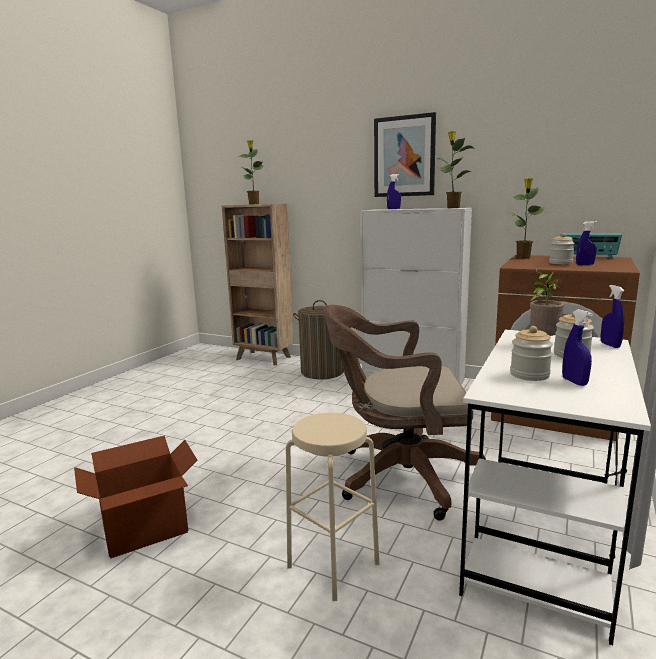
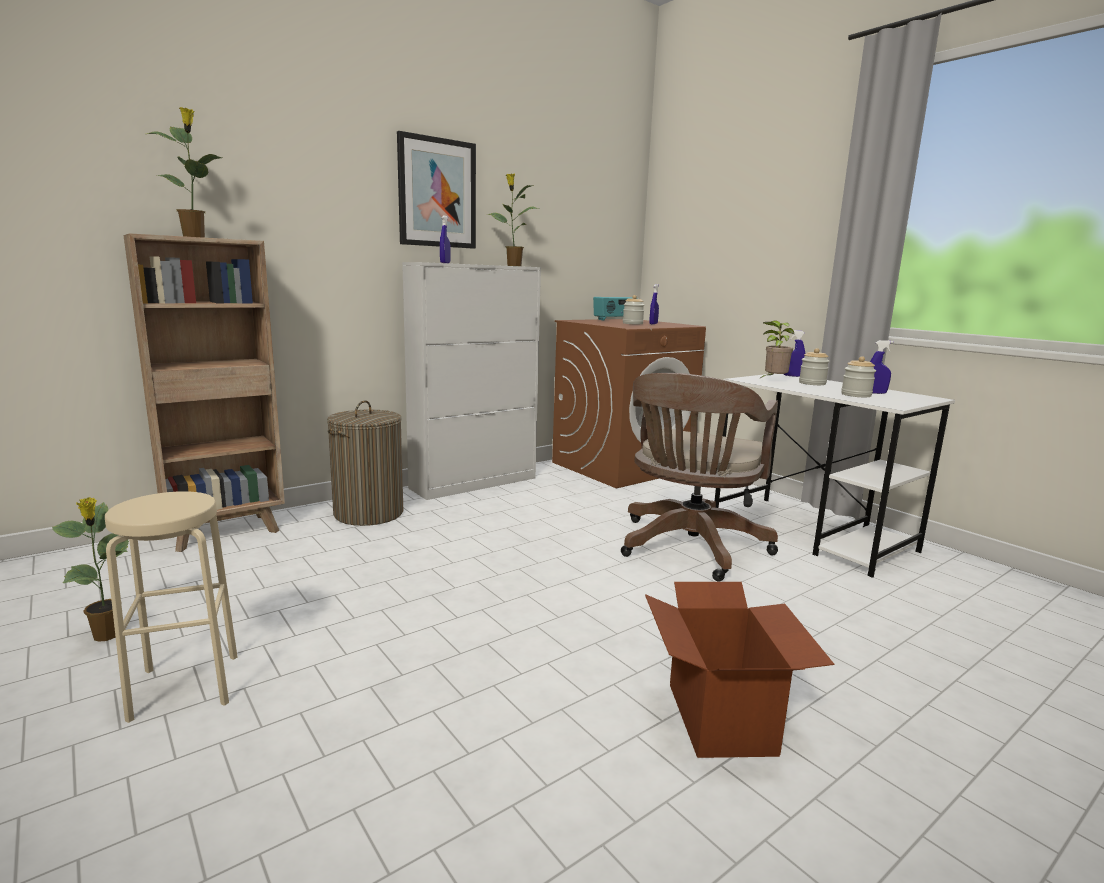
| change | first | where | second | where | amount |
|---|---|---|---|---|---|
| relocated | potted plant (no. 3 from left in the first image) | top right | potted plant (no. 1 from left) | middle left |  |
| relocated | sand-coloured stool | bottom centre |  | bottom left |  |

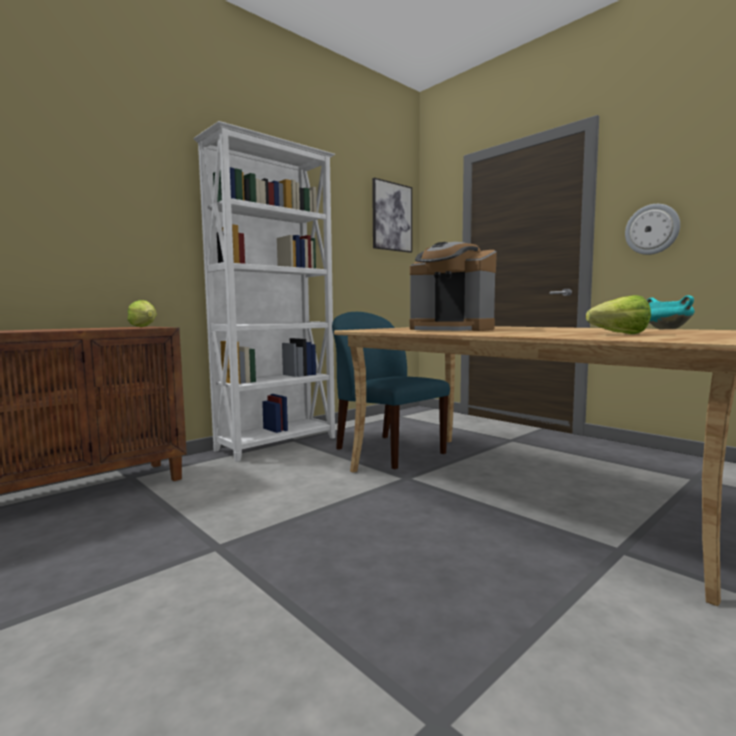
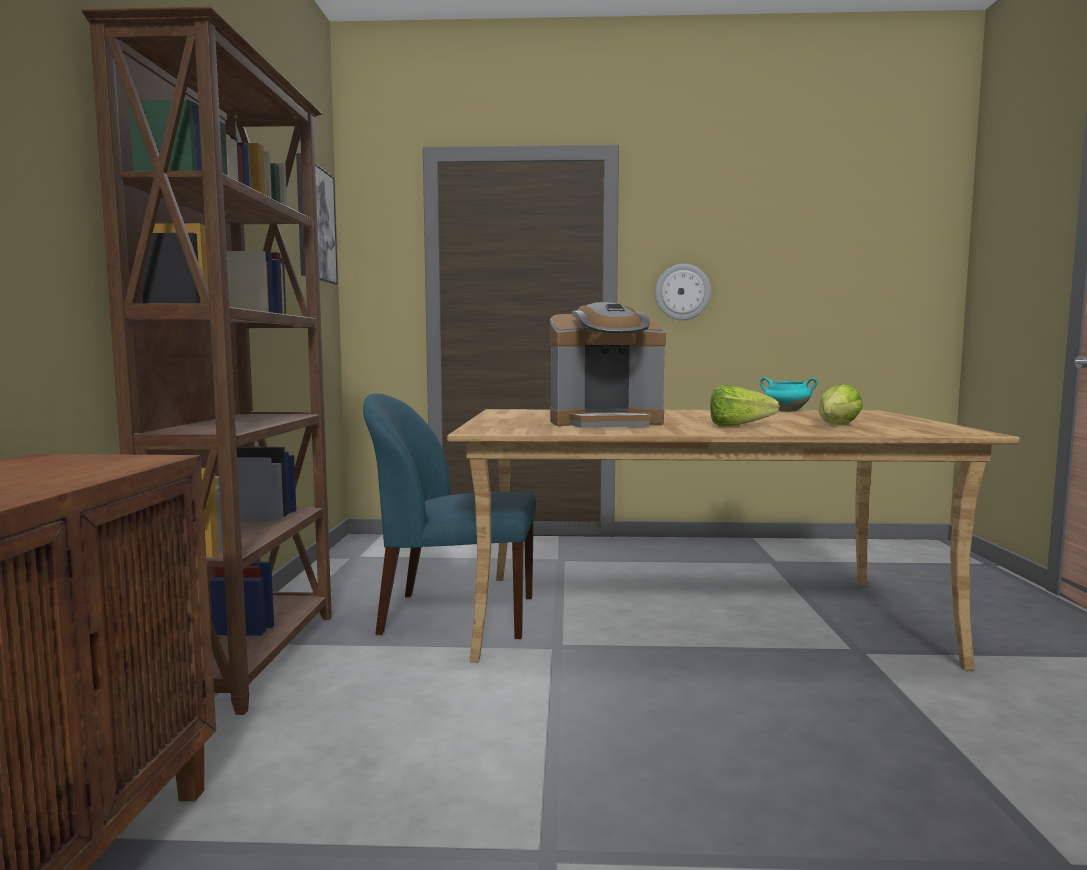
| change | first | where | second | where | amount |
|---|---|---|---|---|---|
| colour | white shelving unit | centre | brown shelving unit | middle left |  |
| relocated | head of lettuce (no. 1 from left) | middle left |  | middle right |  |

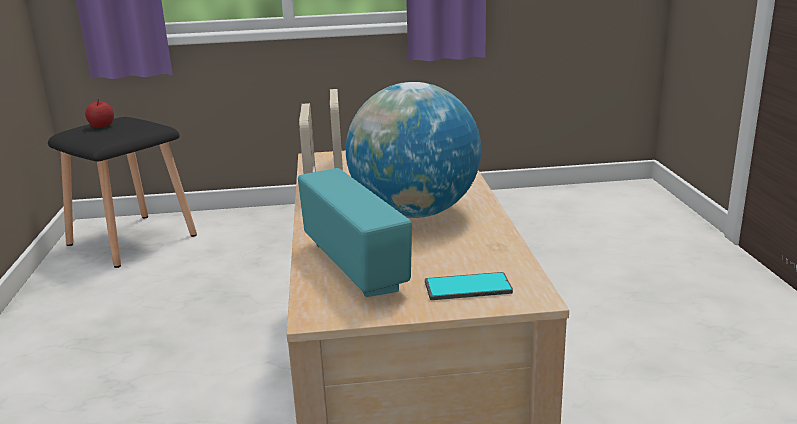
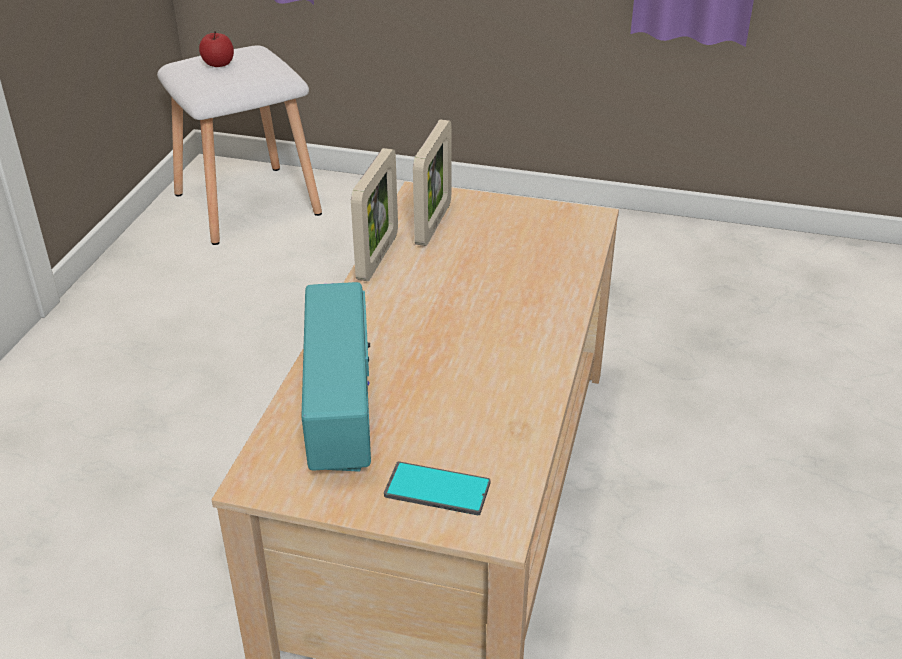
| change | first | where | second | where | amount |
|---|---|---|---|---|---|
| colour | blackish stool | middle left | white stool | top left |  |
| missing | globe | centre |  |  |  |

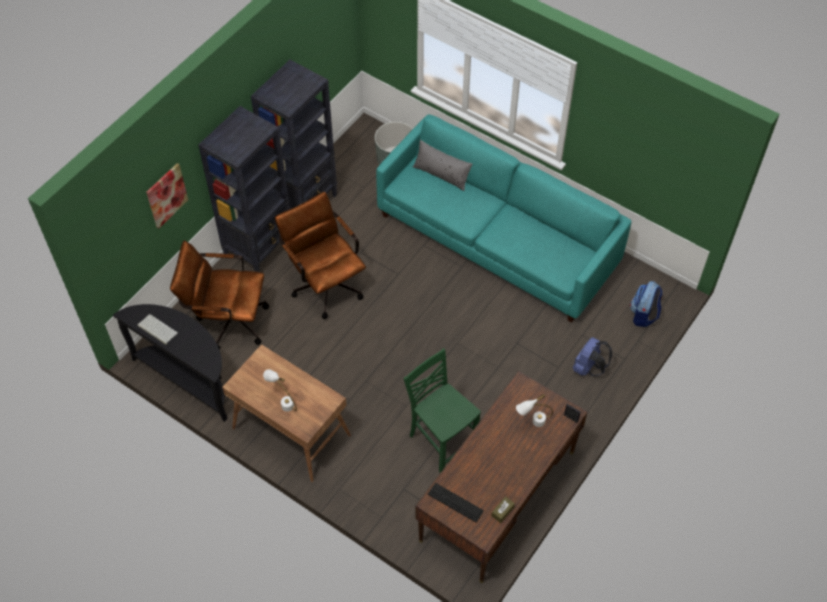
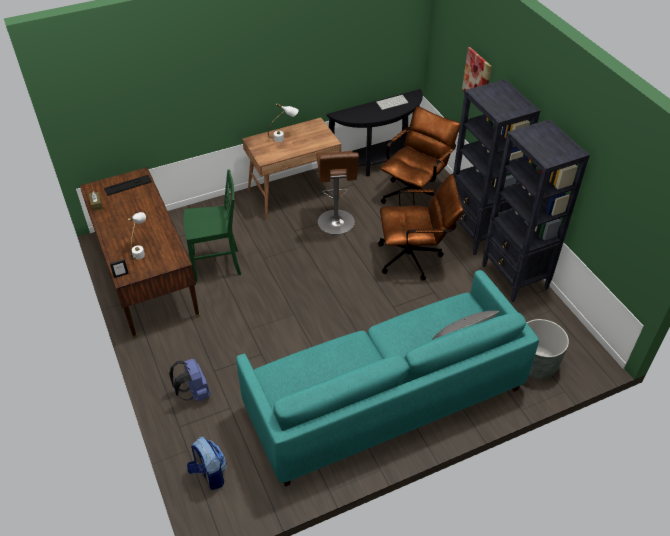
| change | first | where | second | where | amount |
|---|---|---|---|---|---|
| appeared |  |  | brown stool | centre |  |

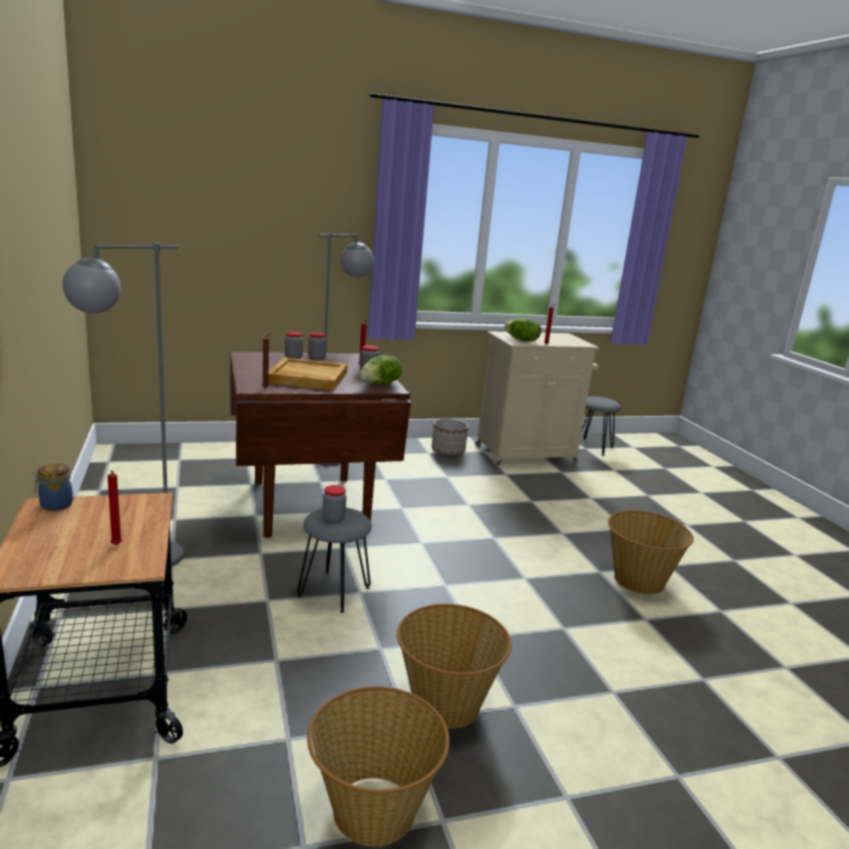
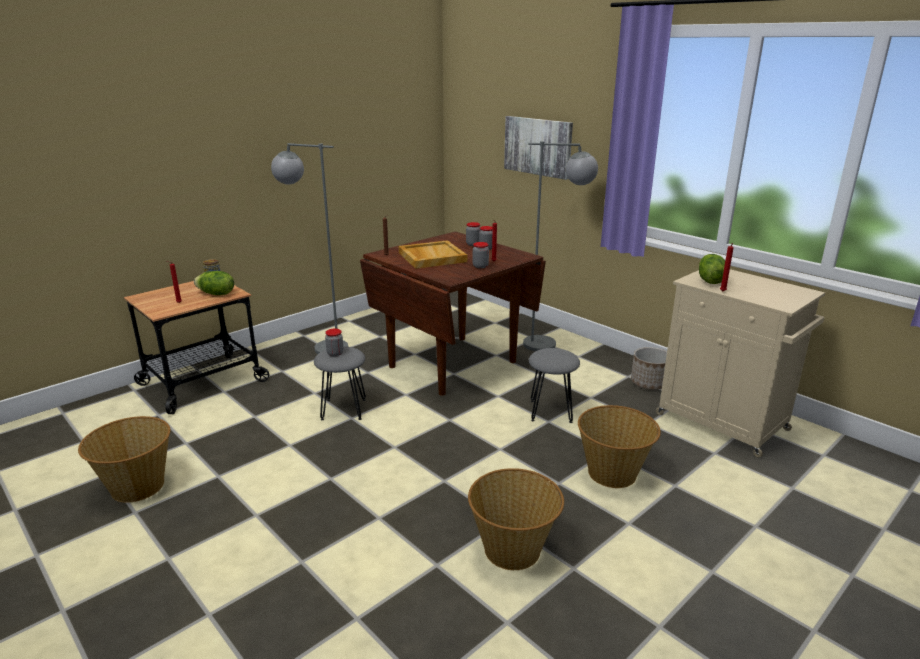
| change | first | where | second | where | amount |
|---|---|---|---|---|---|
| relocated | head of lettuce (no. 1 from left) | centre |  | middle left |  |
| appeared |  |  | wall picture | top centre |  |
| relocated | gray stool (no. 2 from left) | middle right |  | centre |  |
| relocated | storage basket (no. 2 from left in the first image) | bottom centre | storage basket (no. 3 from left) | bottom right |  |

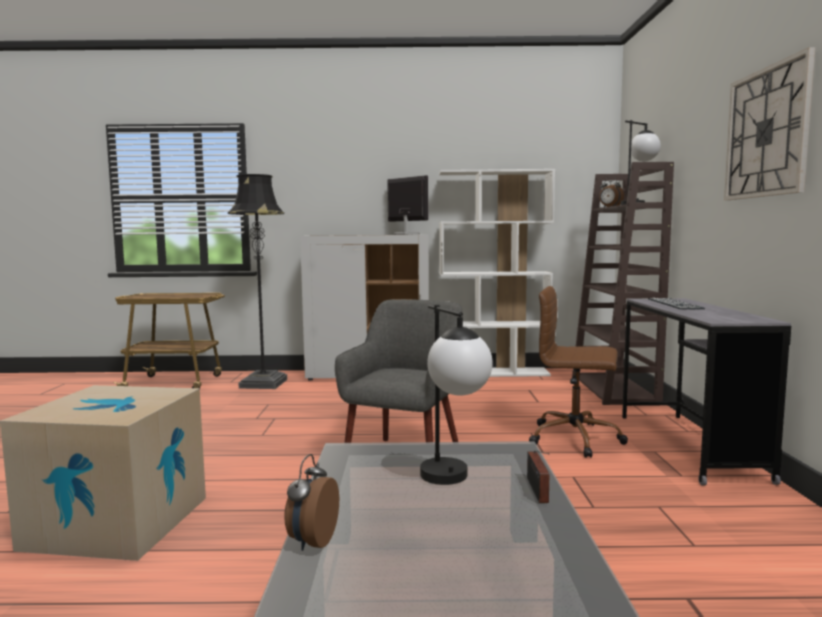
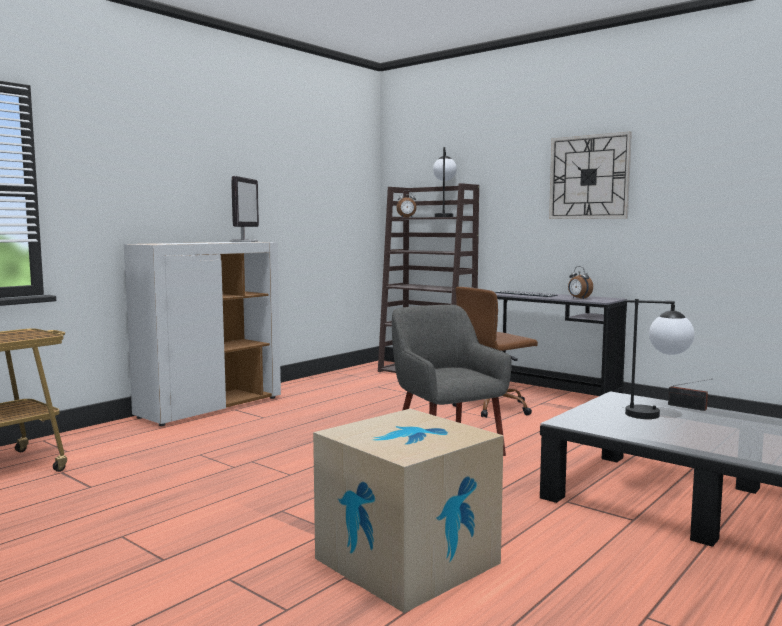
| change | first | where | second | where | amount |
|---|---|---|---|---|---|
| spun | computer display | top centre |  | middle left | 105 degrees clockwise |
| relocated | table clock (no. 1 from left in the first image) | bottom centre | table clock (no. 2 from left) | middle right |  |
| missing | blackish standing lamp | middle left |  |  |  |
| missing | white shelving unit | centre |  |  |  |

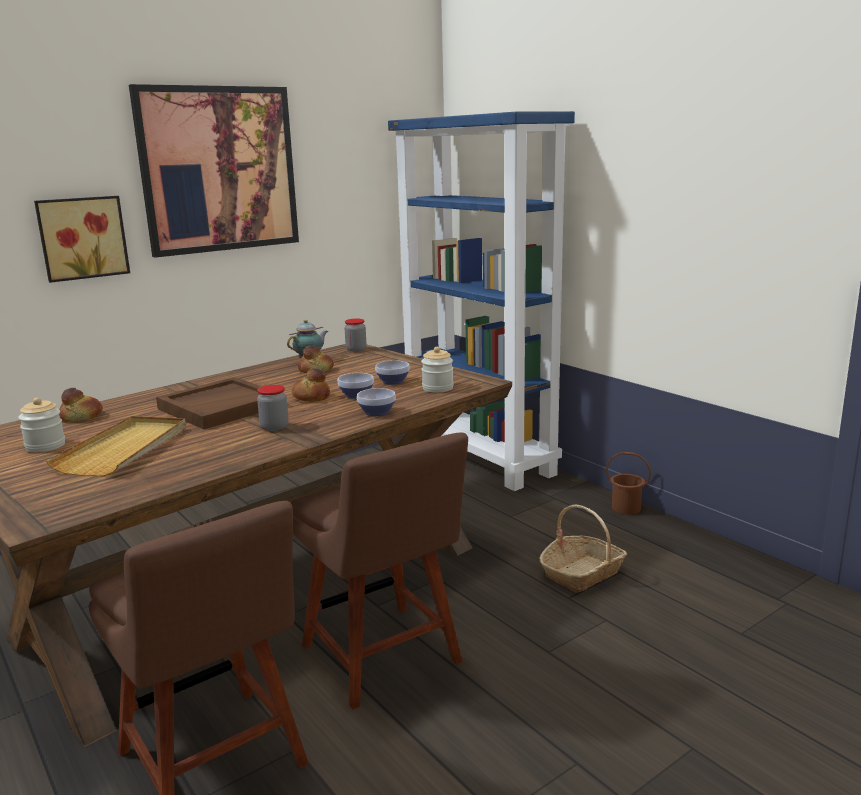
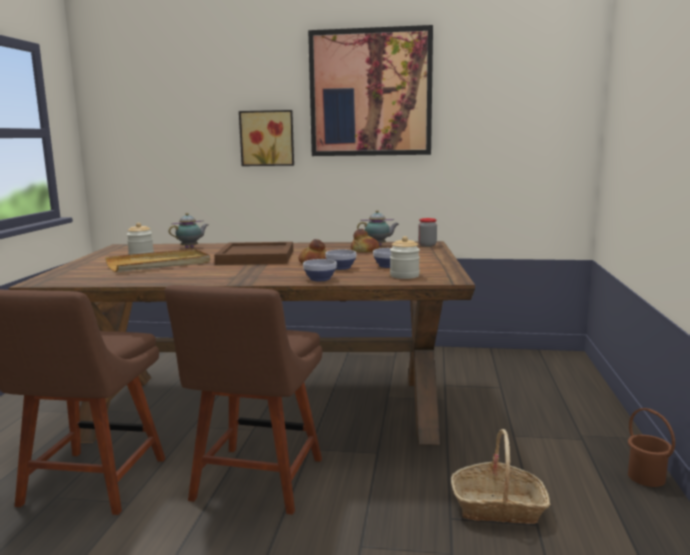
| change | first | where | second | where | amount |
|---|---|---|---|---|---|
| exchanged | bread (no. 1 from left) | middle left | tea pot (no. 1 from left) | middle left |  |
| missing | storage jar (no. 2 from left) | middle left |  |  |  |
| missing | blue shelving unit | centre |  |  |  |

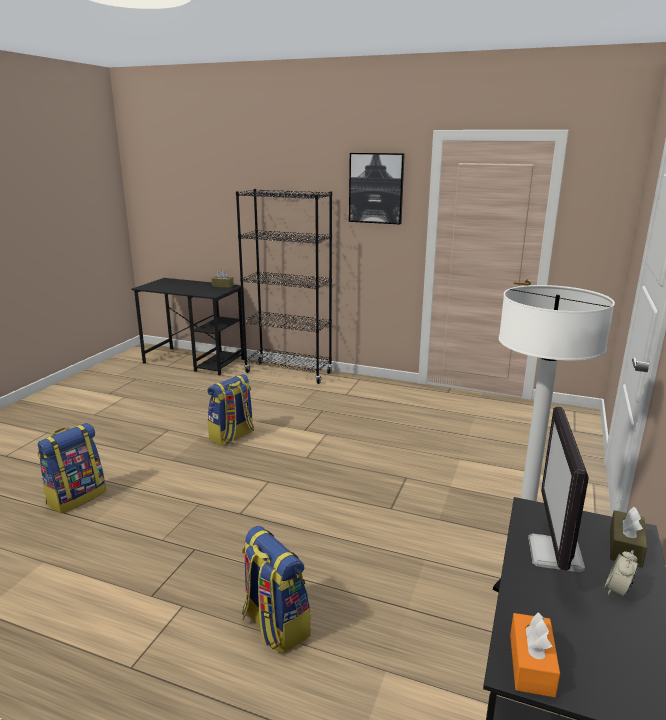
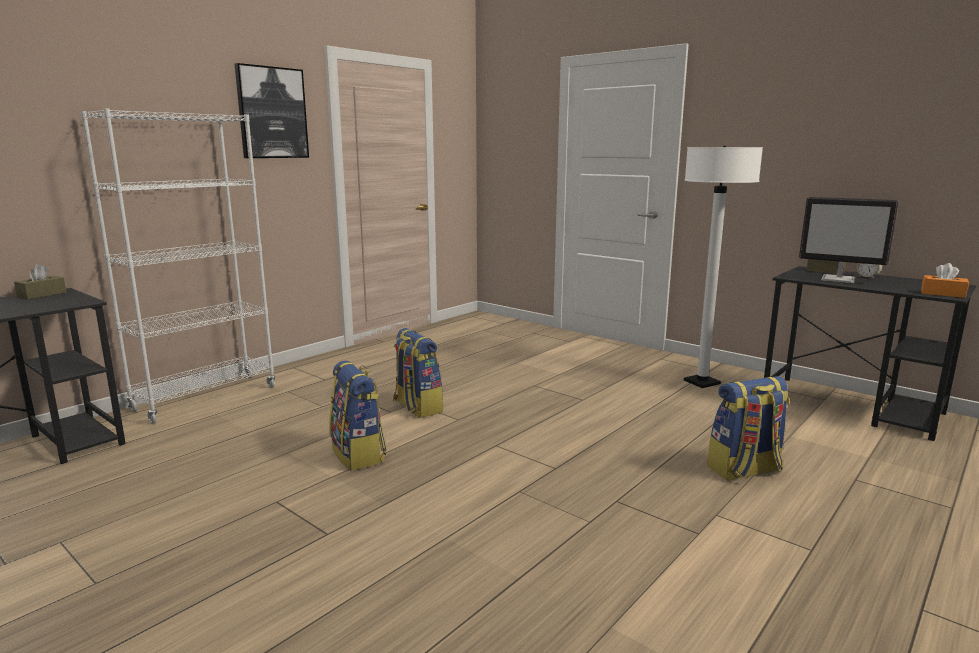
| change | first | where | second | where | amount |
|---|---|---|---|---|---|
| colour | blackish shelving unit | centre | white shelving unit | middle left |  |
| relocated | backpack (no. 1 from left in the first image) | middle left | backpack (no. 2 from left) | centre |  |

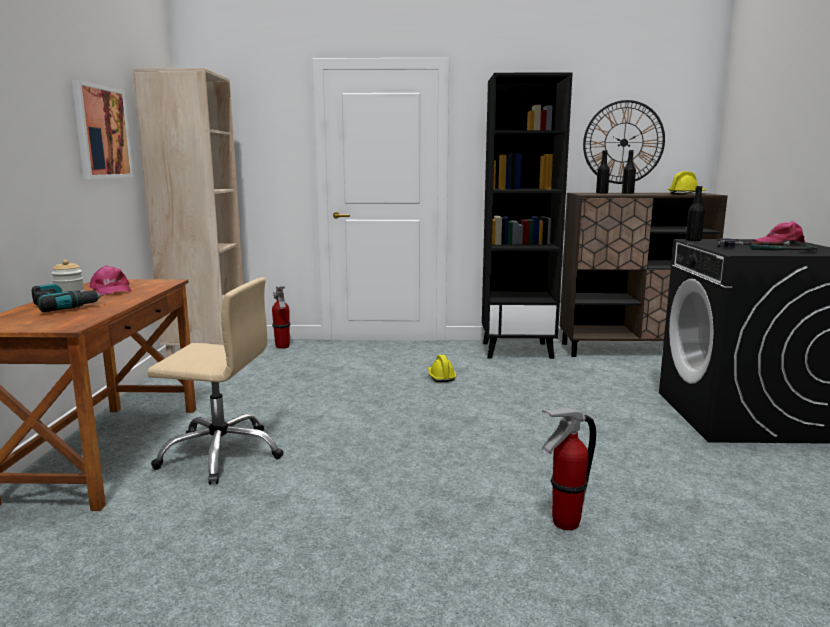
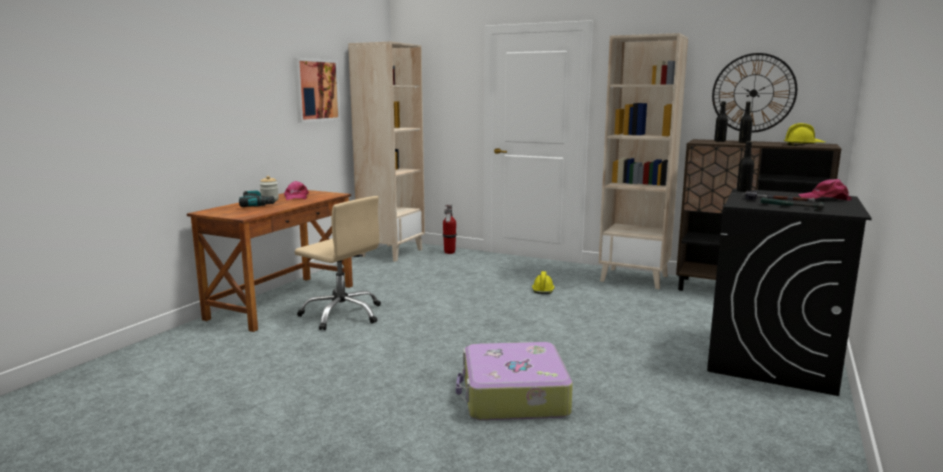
| change | first | where | second | where | amount |
|---|---|---|---|---|---|
| exchanged | extinguisher (no. 2 from left) | bottom right | suitcase | bottom centre |  |
| colour | blackish shelving unit | centre | sand-coloured shelving unit (no. 2 from left) | middle right |  |

